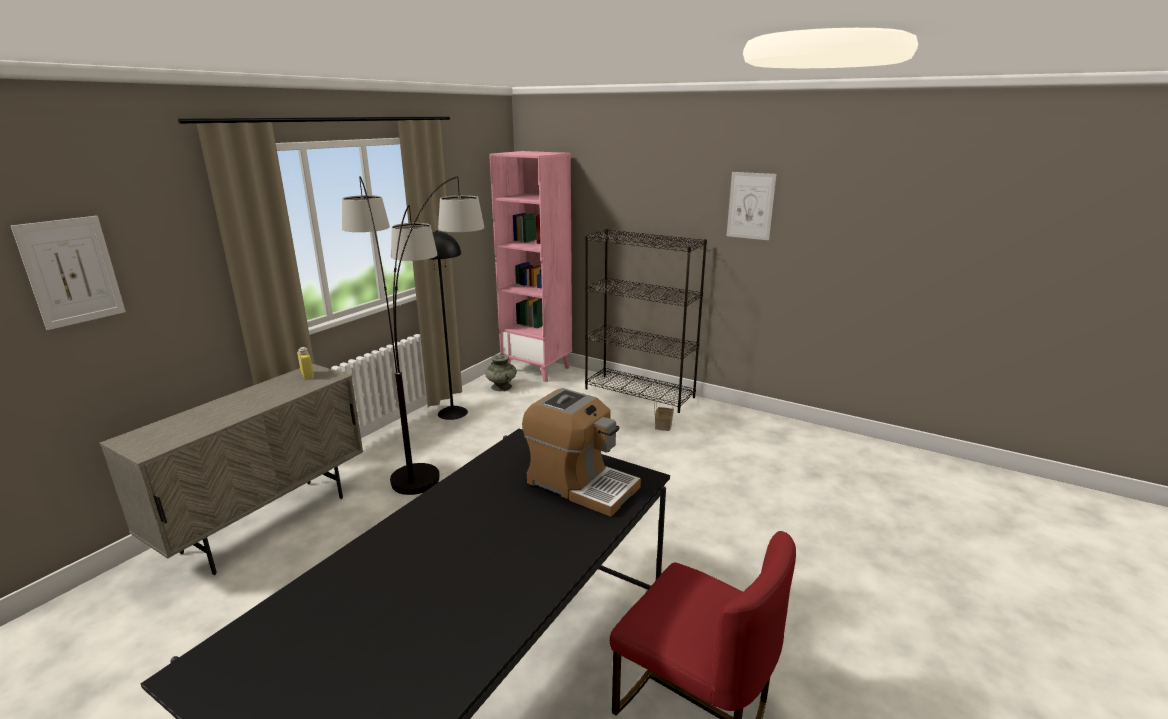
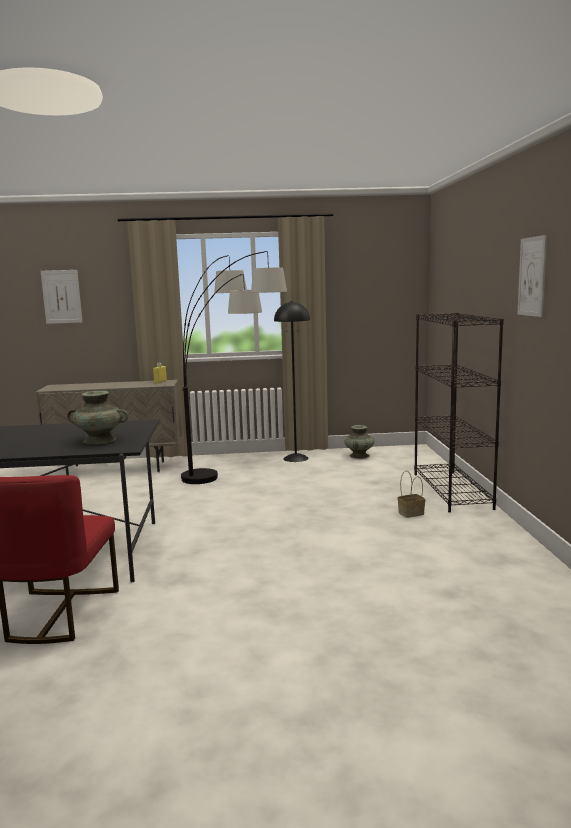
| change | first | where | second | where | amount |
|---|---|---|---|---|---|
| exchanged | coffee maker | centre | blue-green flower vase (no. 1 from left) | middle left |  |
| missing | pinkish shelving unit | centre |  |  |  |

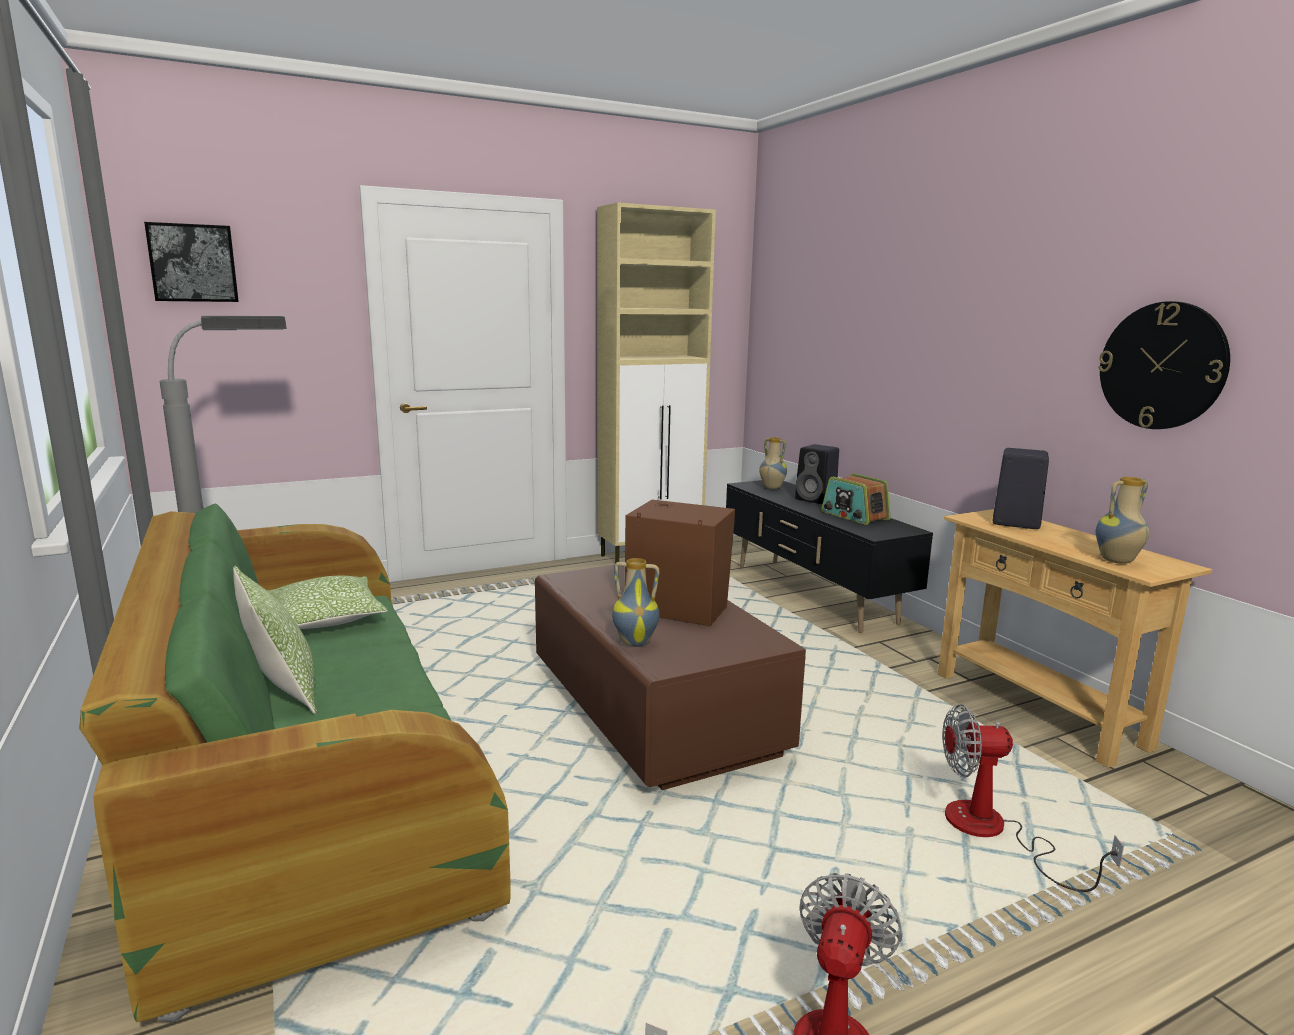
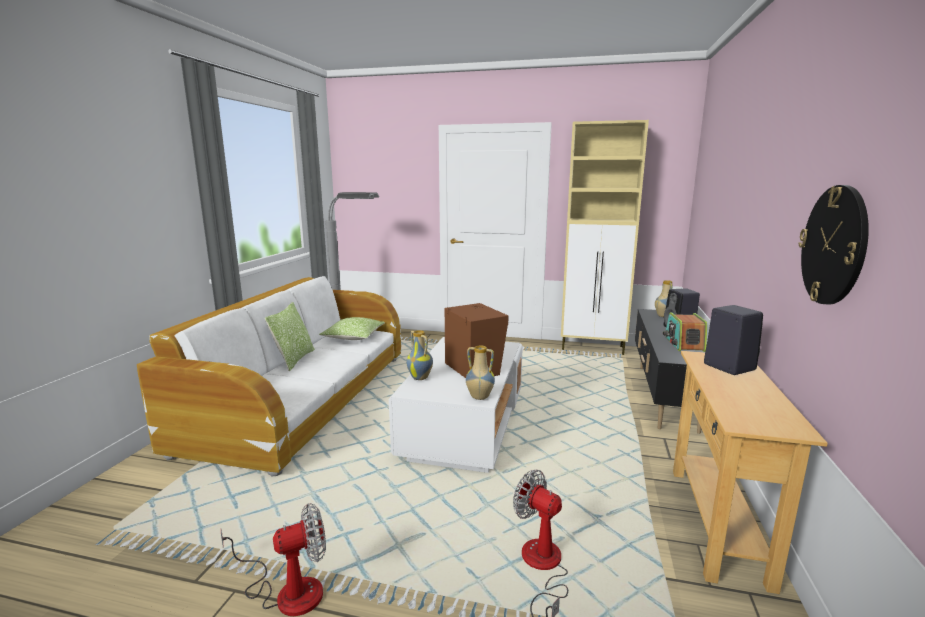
| change | first | where | second | where | amount |
|---|---|---|---|---|---|
| colour | green-coloured couch | bottom left | white couch | middle left |  |
| colour | brown lounge table | centre | white lounge table | centre |  |
| relocated | flower vase (no. 3 from left in the first image) | middle right | flower vase (no. 2 from left) | centre |  |
| missing | wall picture | top left |  |  |  |

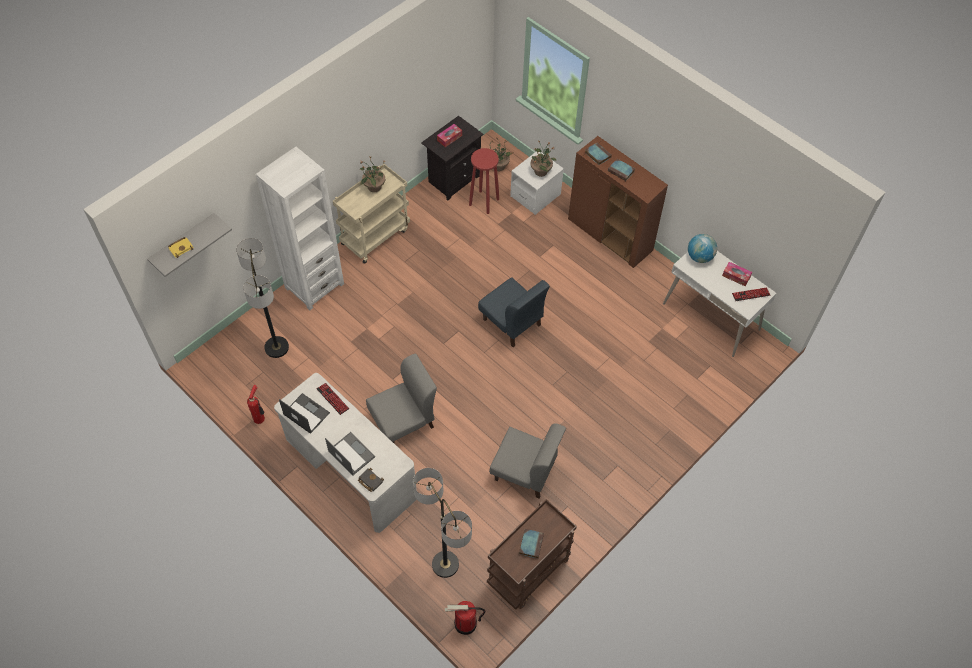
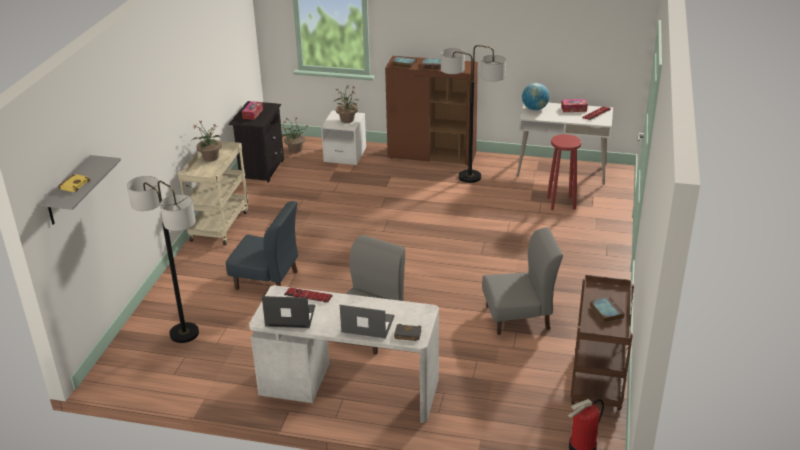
| change | first | where | second | where | amount |
|---|---|---|---|---|---|
| relocated | blue upright chair | centre |  | middle left |  |
| relocated | standing lamp (no. 2 from left) | bottom centre |  | top centre |  |
| relocated | red-coloured stool | top centre |  | middle right |  |
| missing | extinguisher (no. 1 from left) | middle left |  |  |  |
| missing | white shelving unit | middle left |  |  |  |

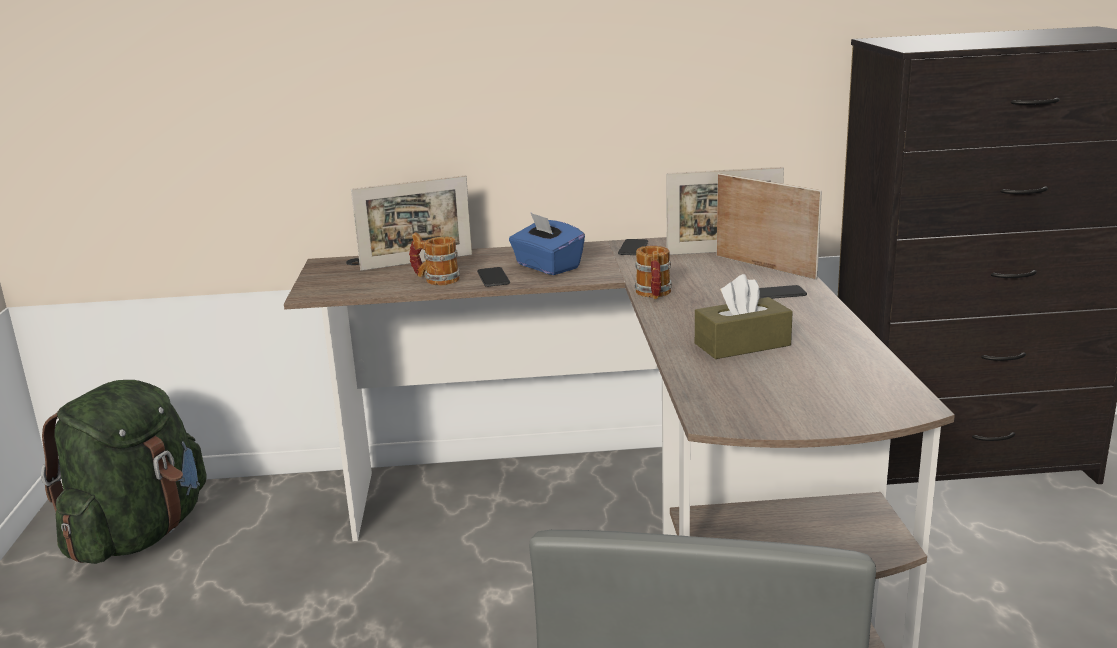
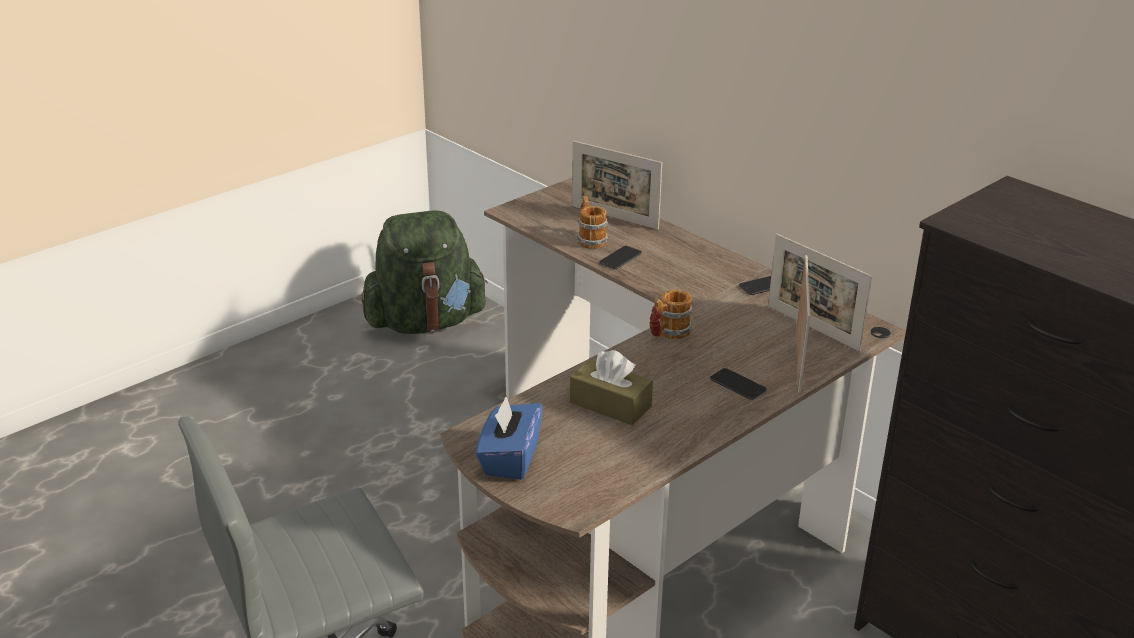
| change | first | where | second | where | amount |
|---|---|---|---|---|---|
| relocated | blue tissue box | centre |  | bottom centre |  |

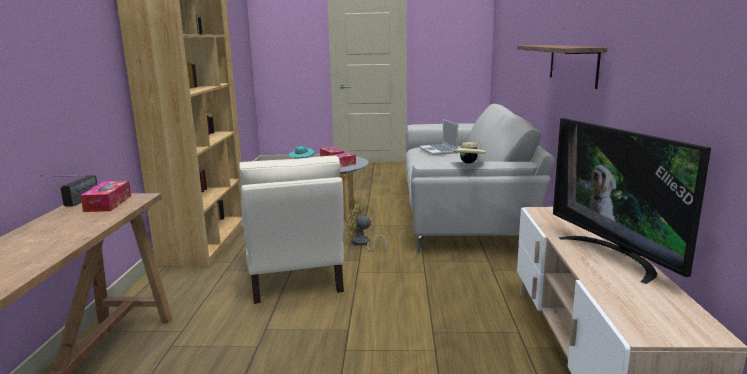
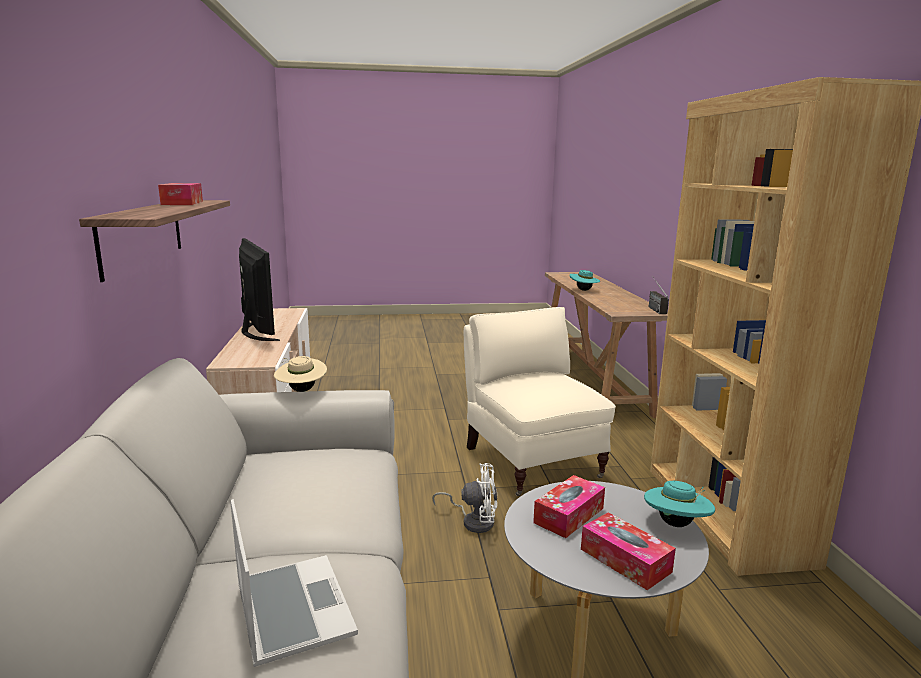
| change | first | where | second | where | amount |
|---|---|---|---|---|---|
| relocated | tissue box (no. 1 from left) | middle left |  | top left |  |
| colour | yellowish cooling fan | centre | white cooling fan | bottom centre |  |
| appeared |  |  | blue-green clothing hat (no. 1 from left) | centre |  |

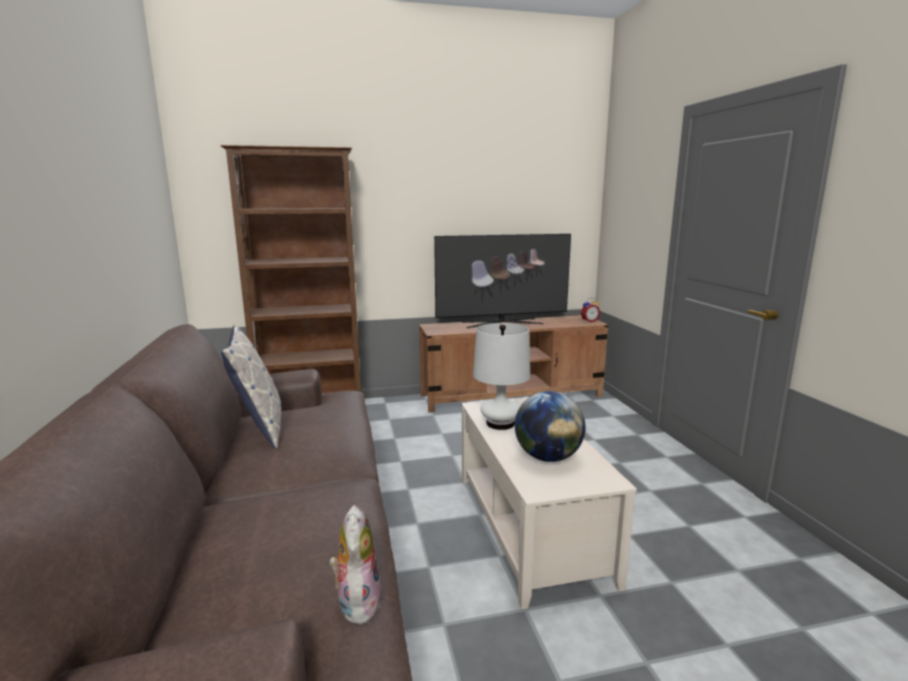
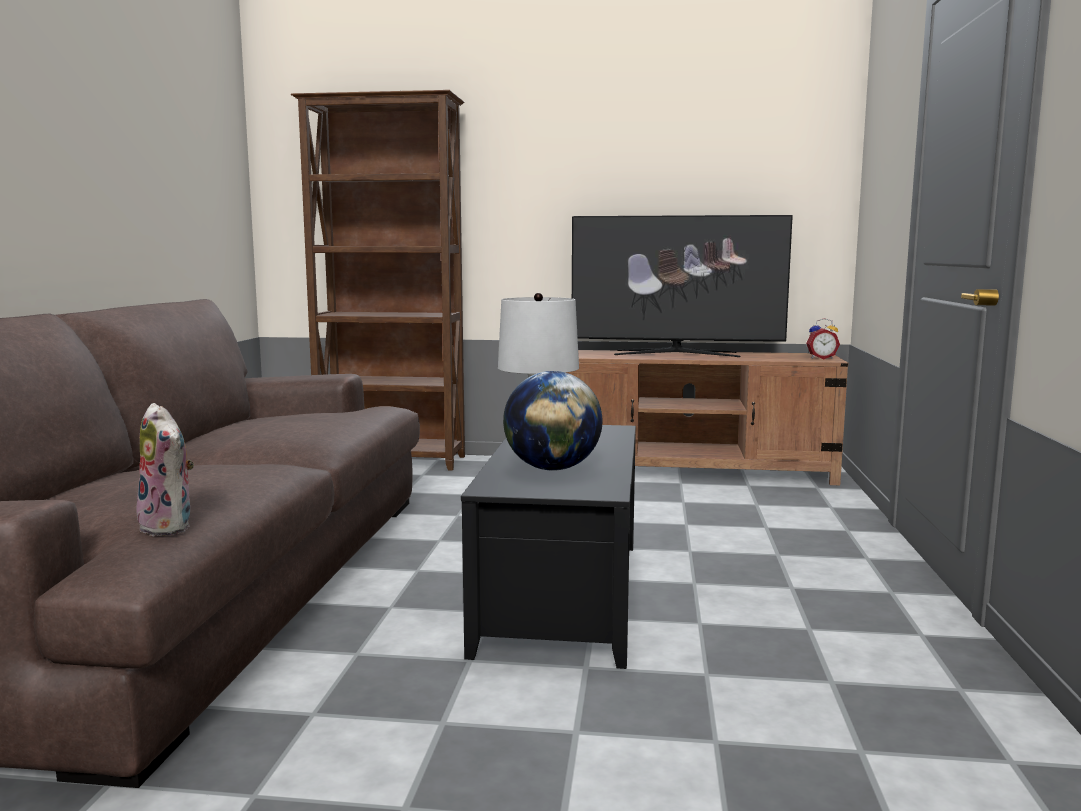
| change | first | where | second | where | amount |
|---|---|---|---|---|---|
| spun | cuddly toy | bottom centre |  | middle left | 120 degrees clockwise |
| colour | sand-coloured lounge table | bottom centre | blackish lounge table | bottom centre |  |
| missing | throw pillow | middle left |  |  |  |

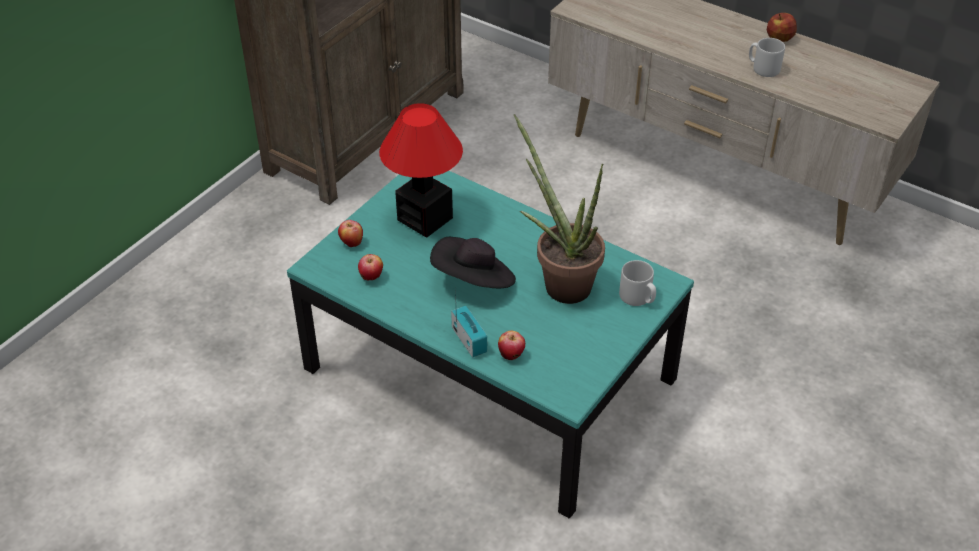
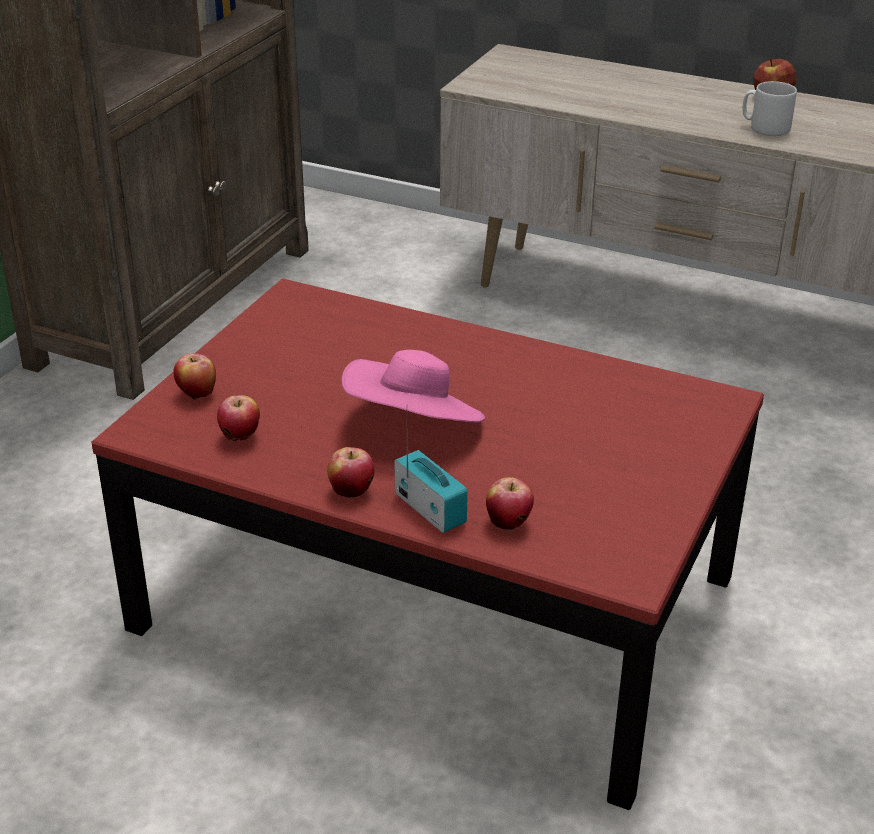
| change | first | where | second | where | amount |
|---|---|---|---|---|---|
| colour | blue-green lounge table | centre | red-coloured lounge table | centre |  |
| appeared |  |  | whole apple (no. 3 from left) | centre |  |
| colour | blackish clothing hat | centre | pinkish clothing hat | centre |  |
| missing | table lamp | top centre |  |  |  |
| missing | potted plant | centre |  |  |  |
| missing | gray coffee mug (no. 1 from left) | centre |  |  |  |

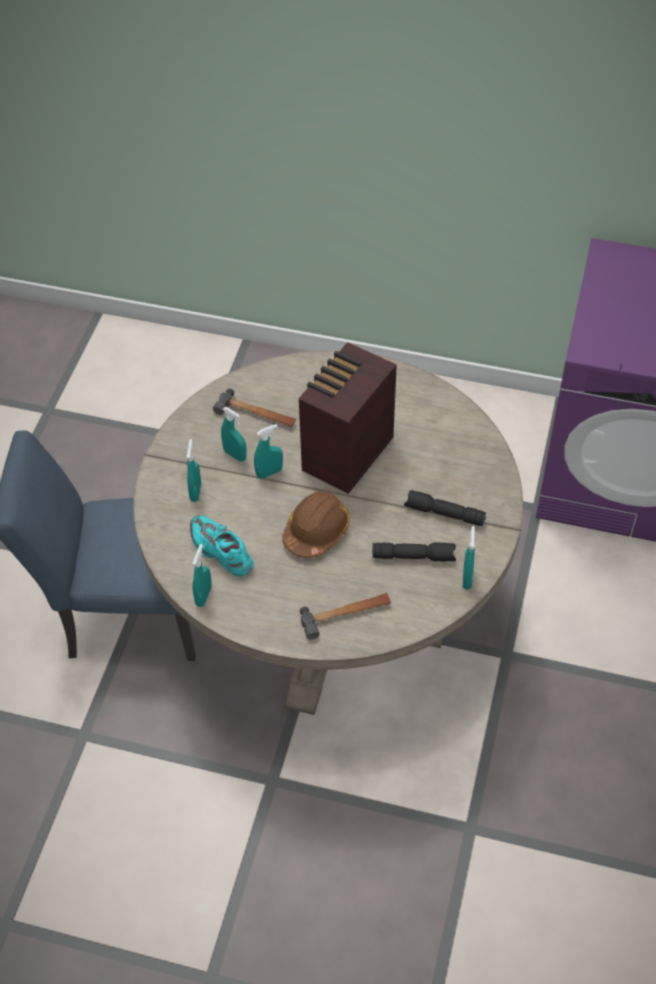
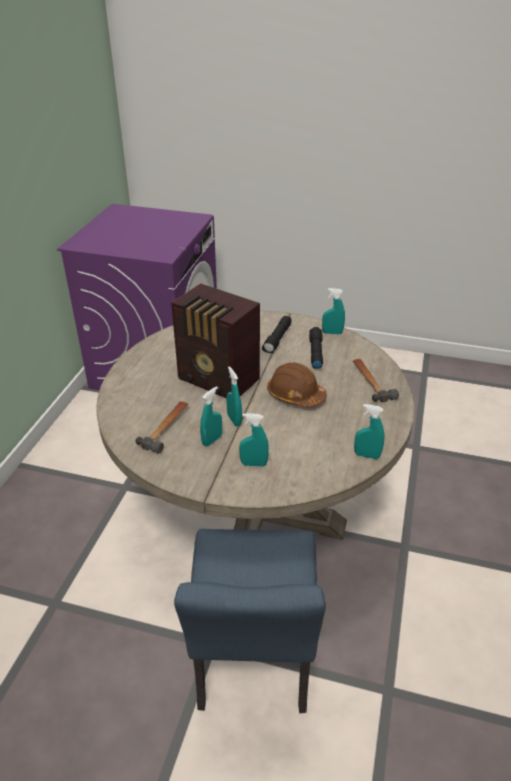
| change | first | where | second | where | amount |
|---|---|---|---|---|---|
| missing | blue-green low shoe | centre |  |  |  |

